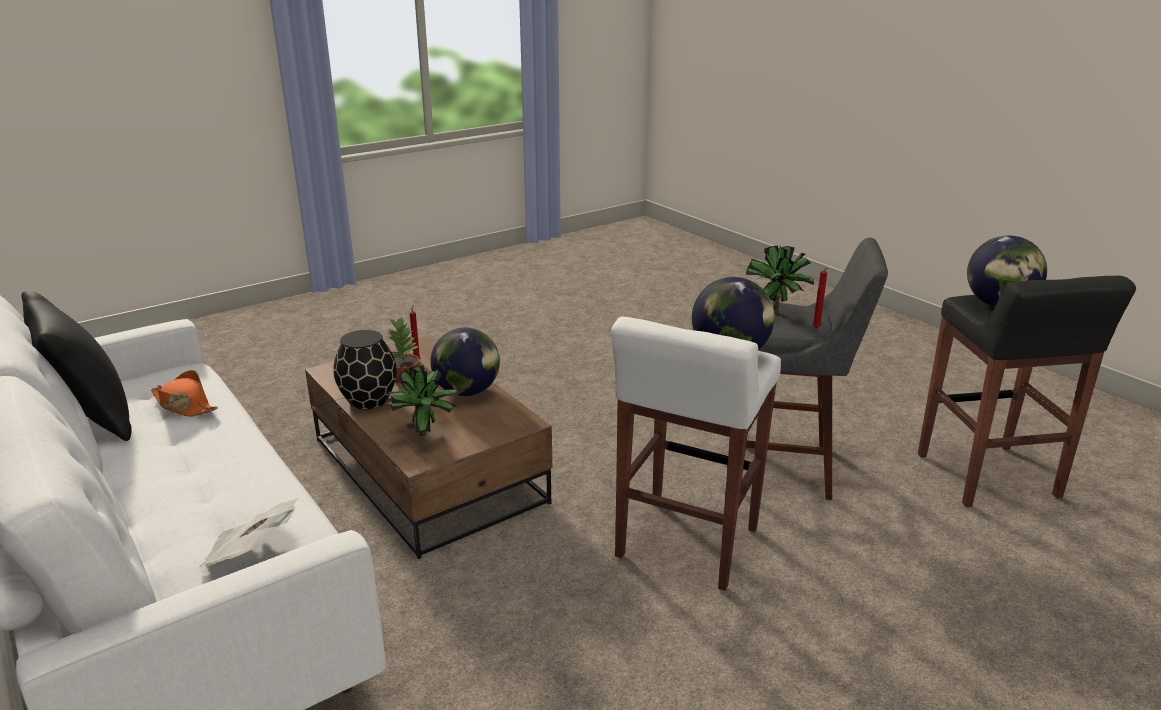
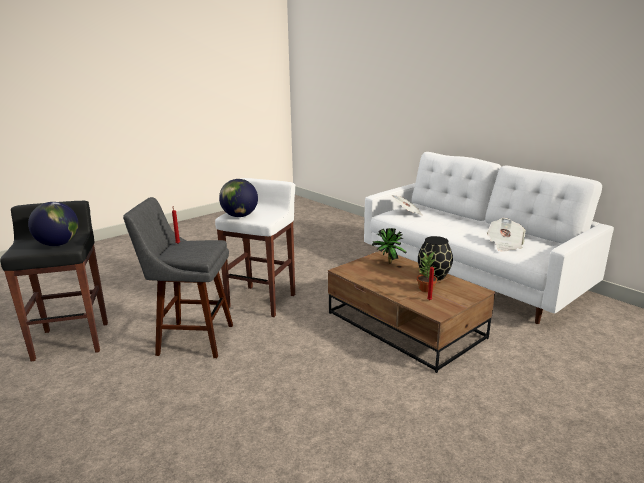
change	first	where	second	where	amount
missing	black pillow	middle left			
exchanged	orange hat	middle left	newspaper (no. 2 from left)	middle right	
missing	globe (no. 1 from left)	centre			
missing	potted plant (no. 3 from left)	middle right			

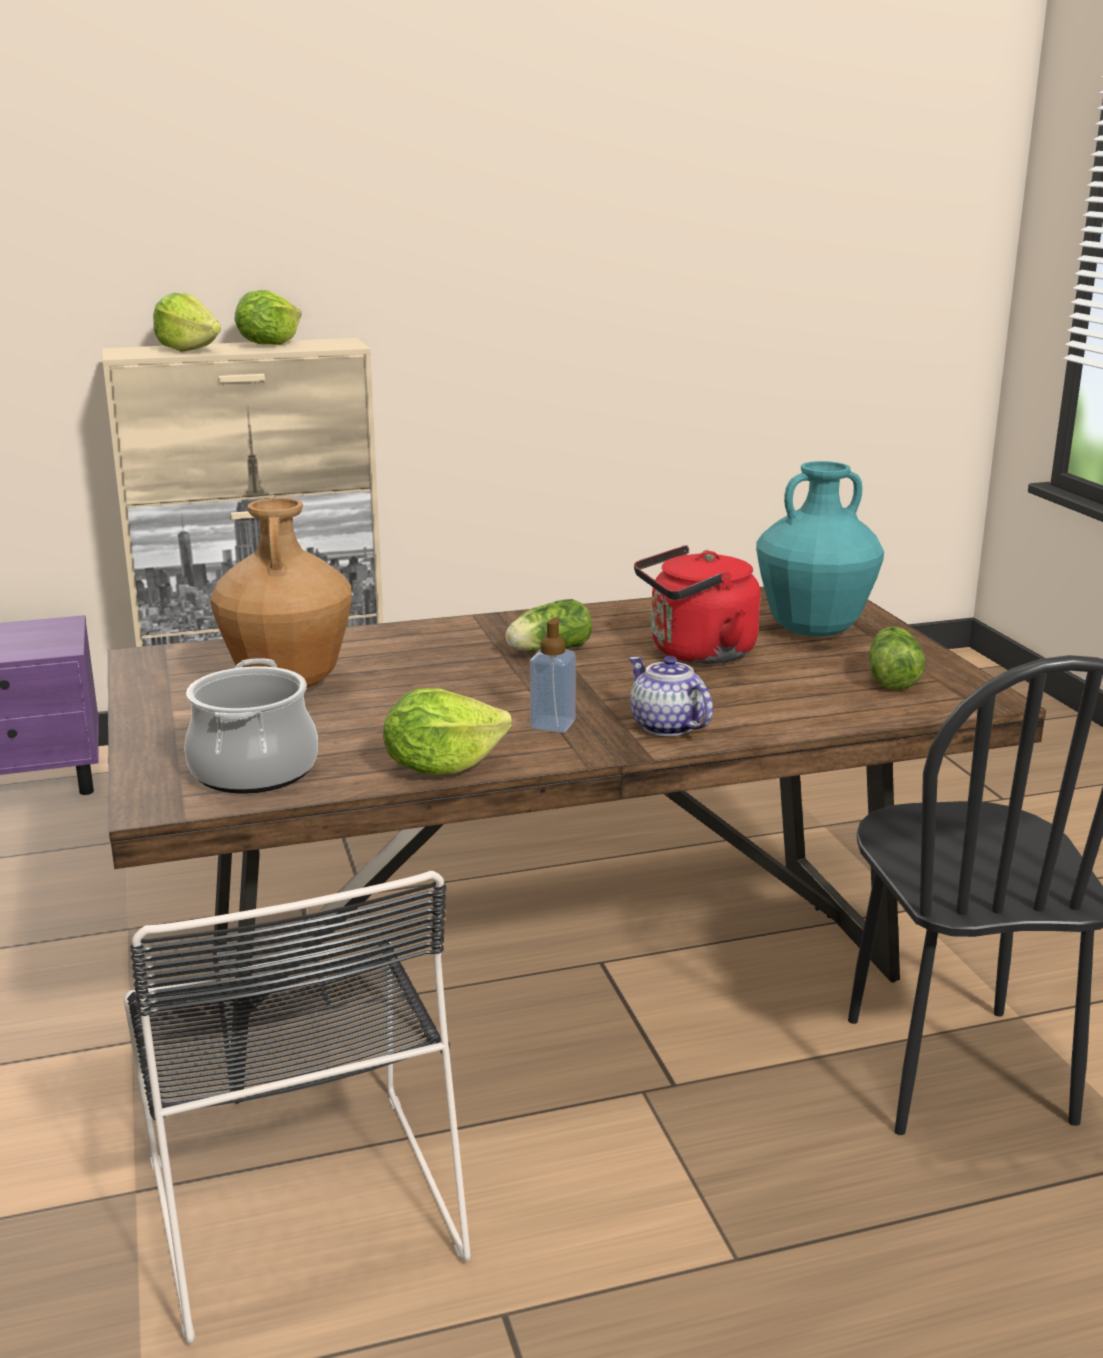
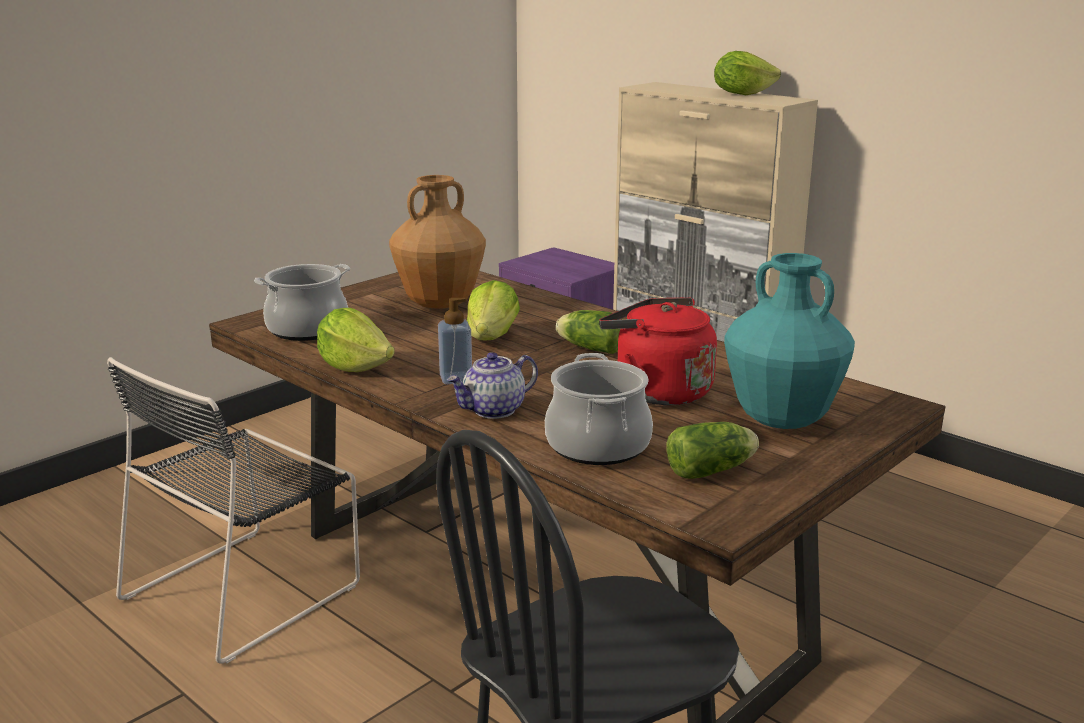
change	first	where	second	where	amount
relocated	lettuce (no. 1 from left in the first image)	top left	lettuce (no. 2 from left)	centre	
spun	teapot	centre		centre	150 degrees counterclockwise
appeared			cooking pot (no. 2 from left)	centre	

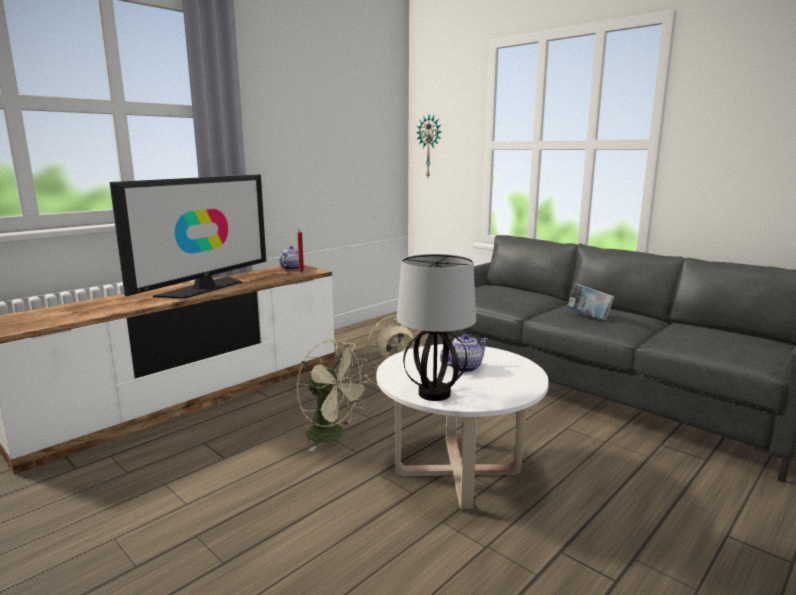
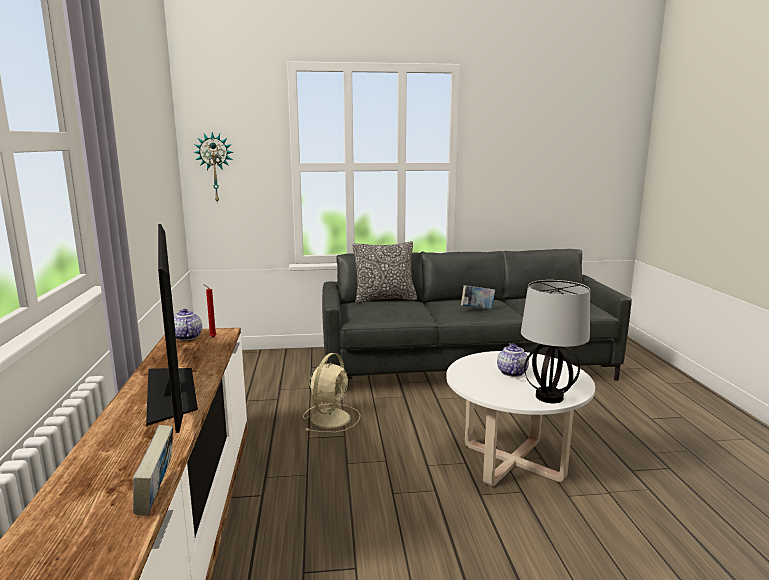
change	first	where	second	where	amount
missing	beige fan (no. 1 from left)	centre			
appeared			book (no. 1 from left)	bottom left	
appeared			pillow	centre	

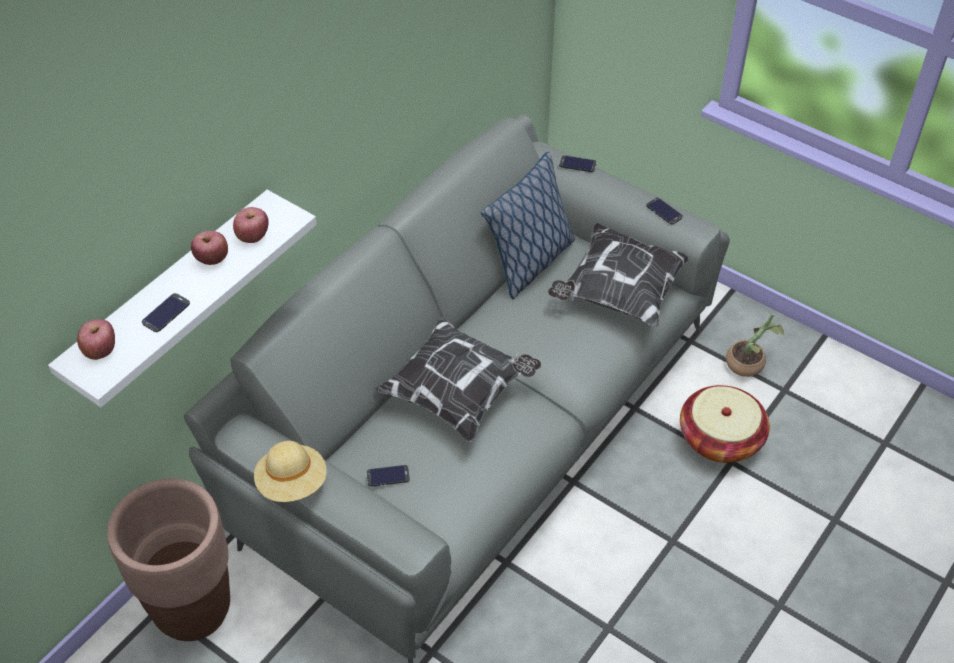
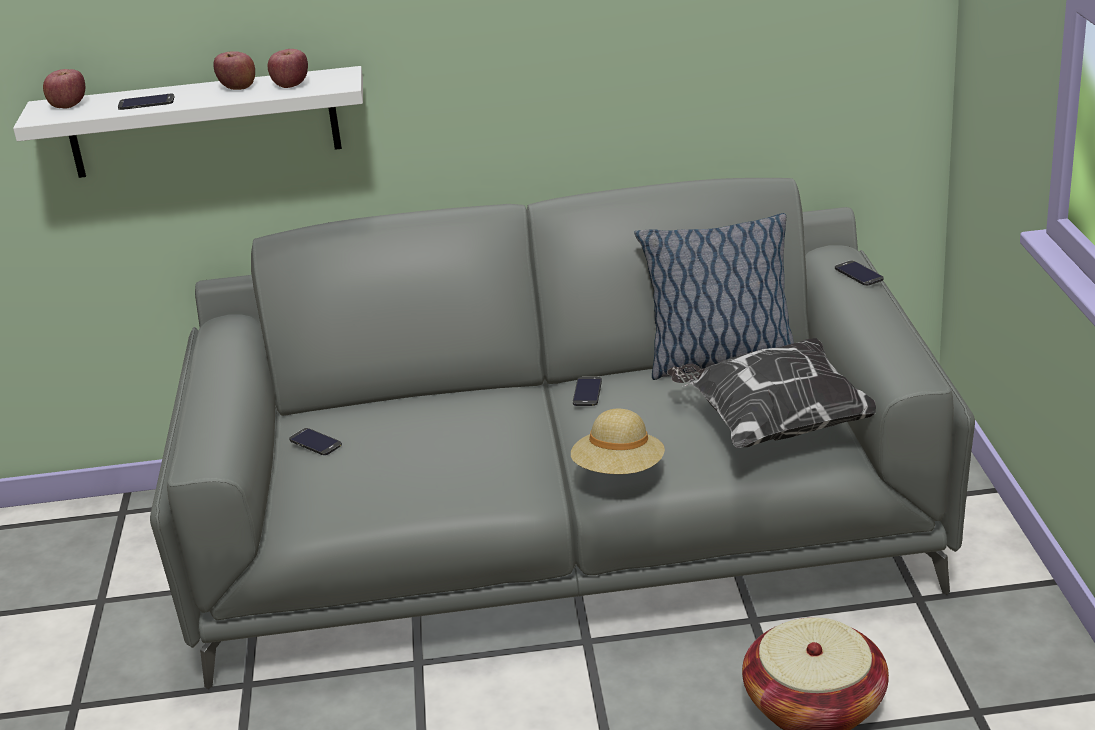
change	first	where	second	where	amount
missing	brown planter	bottom left			
relocated	beige hat	bottom left		centre	
missing	pillow (no. 1 from left)	centre			
relocated	phone (no. 4 from left in the first image)	top right	phone (no. 3 from left)	centre	
missing	potted plant	middle right			

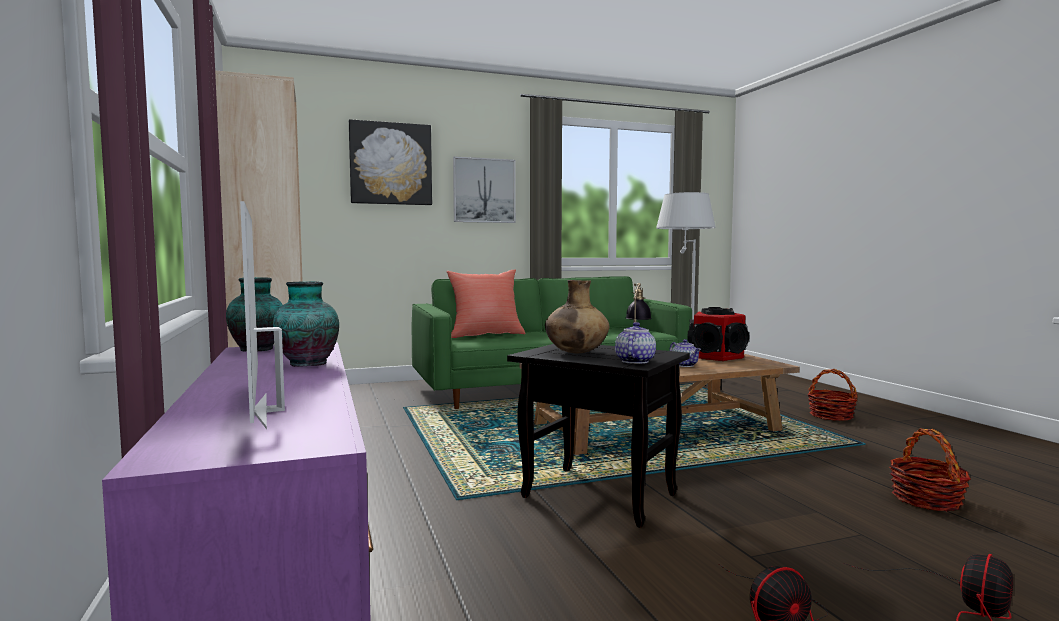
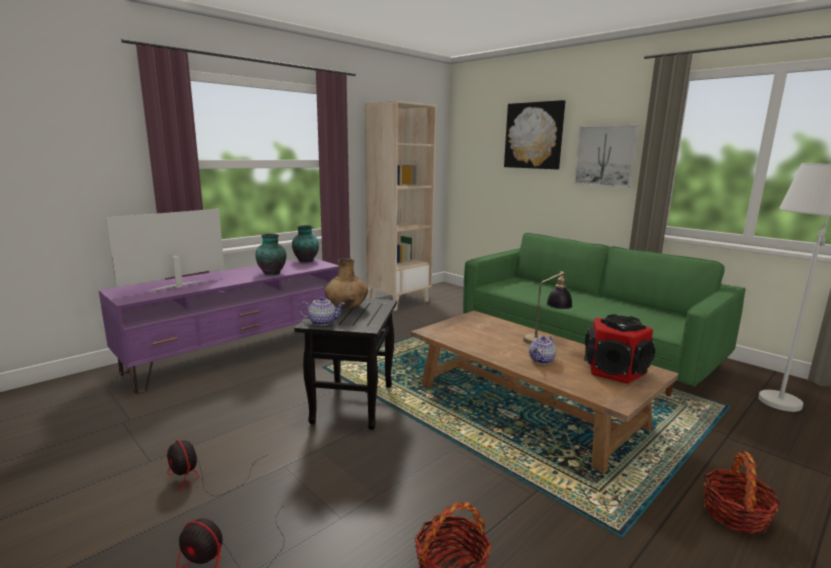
change	first	where	second	where	amount
missing	red pillow	centre			

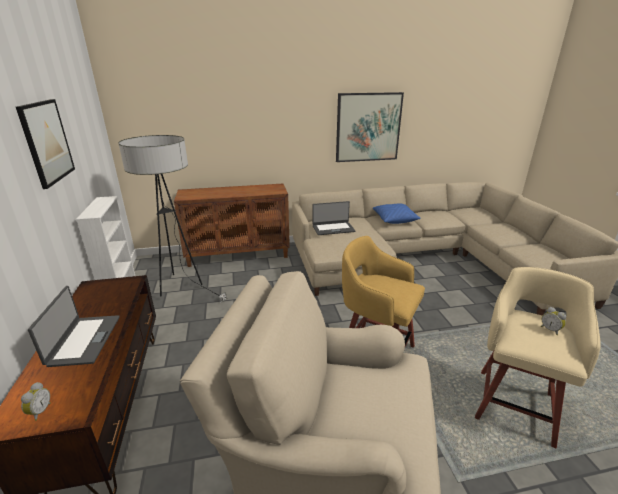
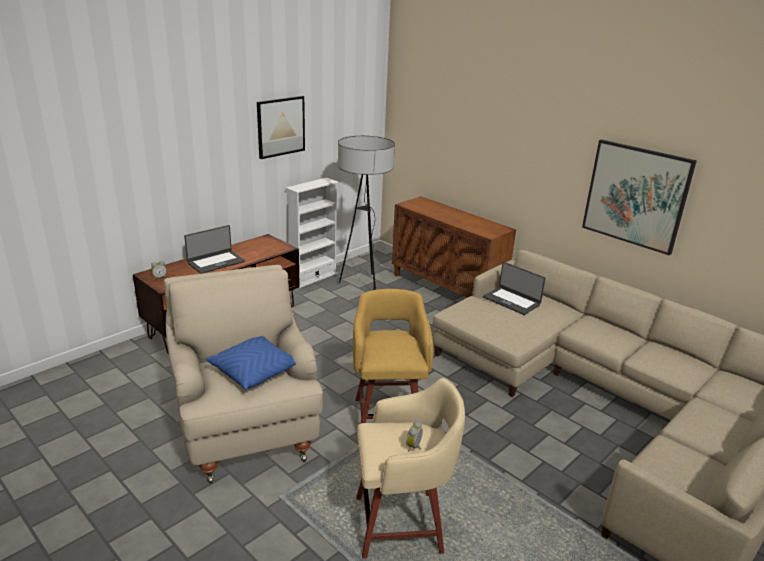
change	first	where	second	where	amount
relocated	blue pillow	centre		middle left	

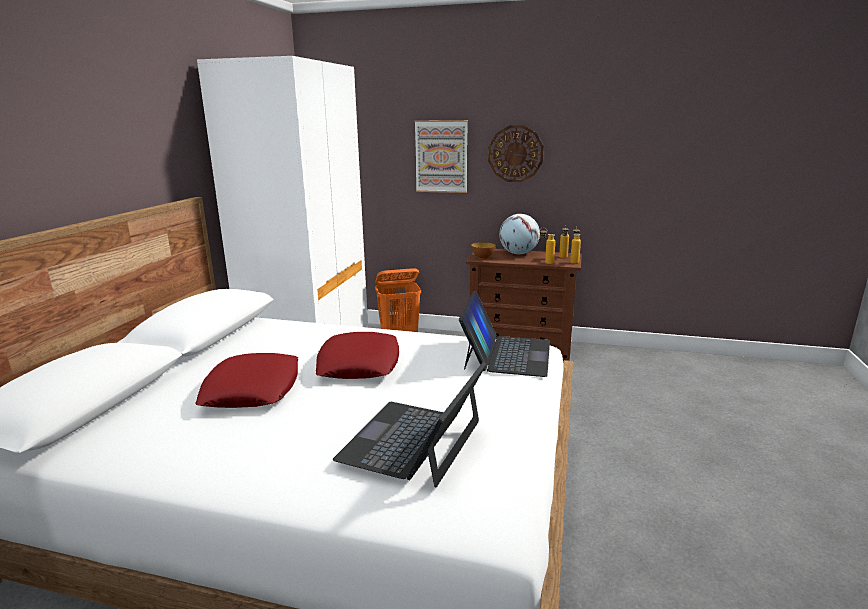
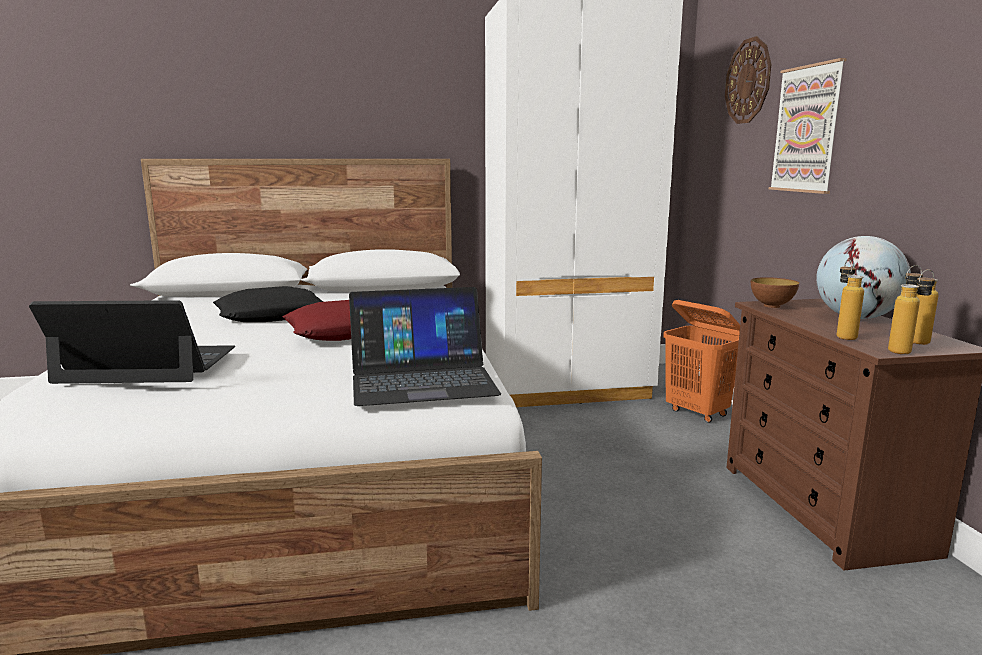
change	first	where	second	where	amount
colour	red pillow (no. 1 from left)	middle left	black pillow	middle left	
relocated	wall clock	top centre		top right	

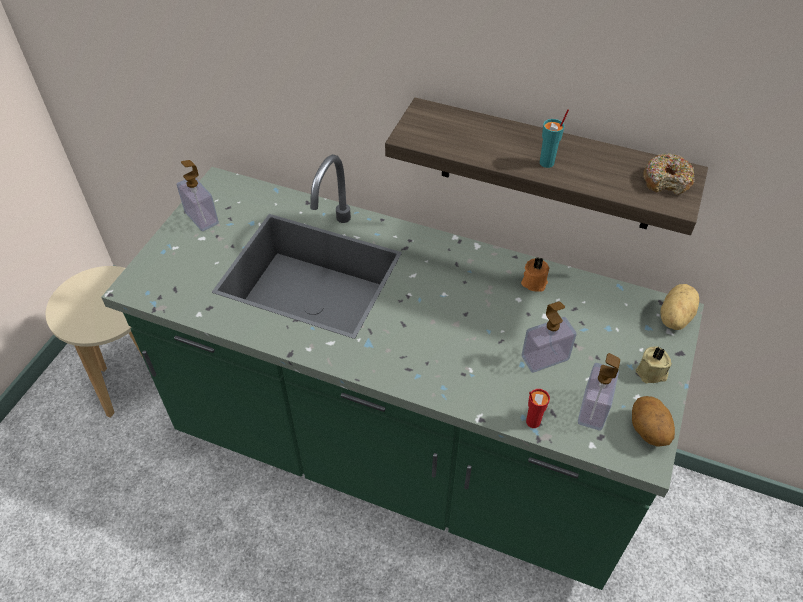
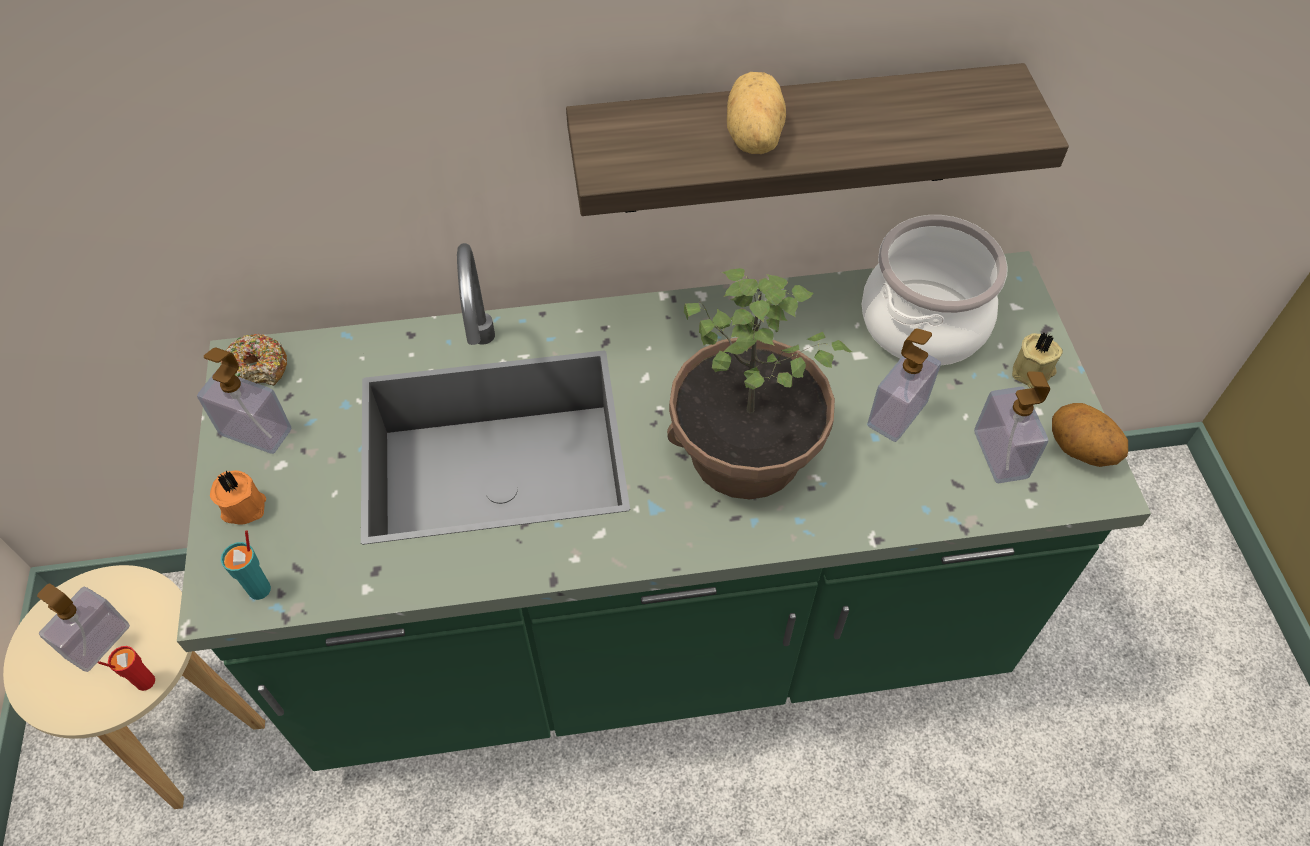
change	first	where	second	where	amount
relocated	orange candle	centre		middle left	
relocated	red cup	bottom right		bottom left	
relocated	turquoise cup	top right		bottom left	
relocated	donut	top right		middle left	
relocated	potato (no. 2 from left in the first image)	middle right	potato (no. 1 from left)	top centre	
appeared			soap dispenser (no. 1 from left)	bottom left	
appeared			potted plant	centre	
appeared			cooking pot	middle right	

